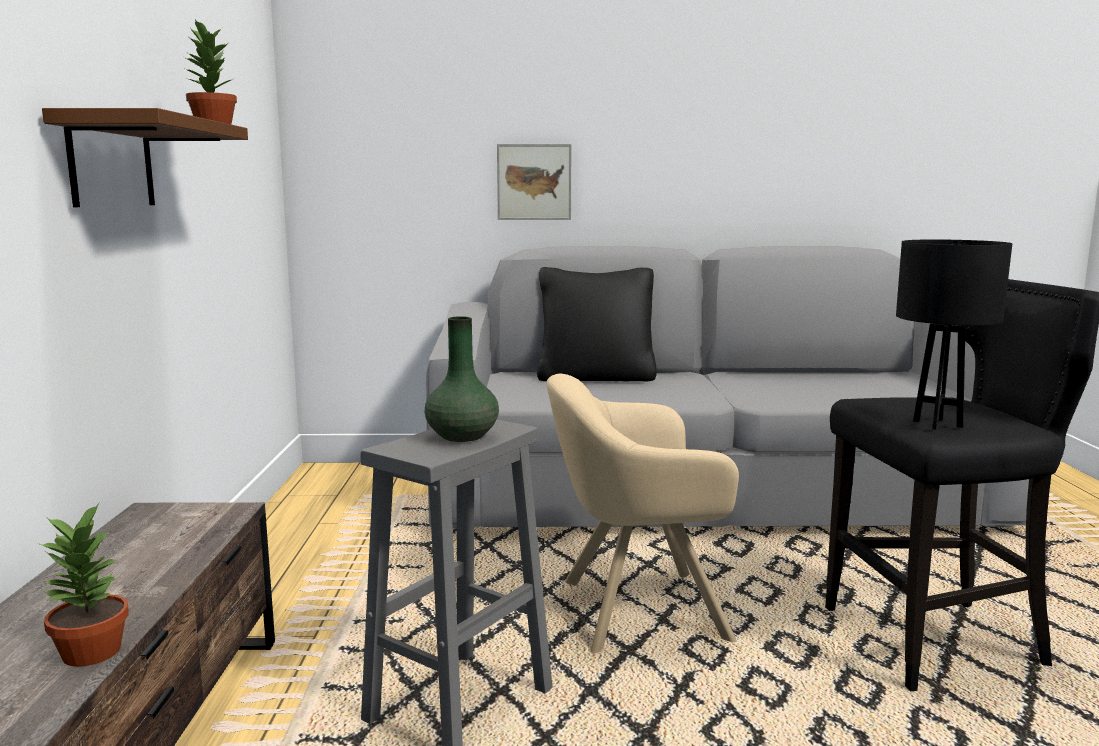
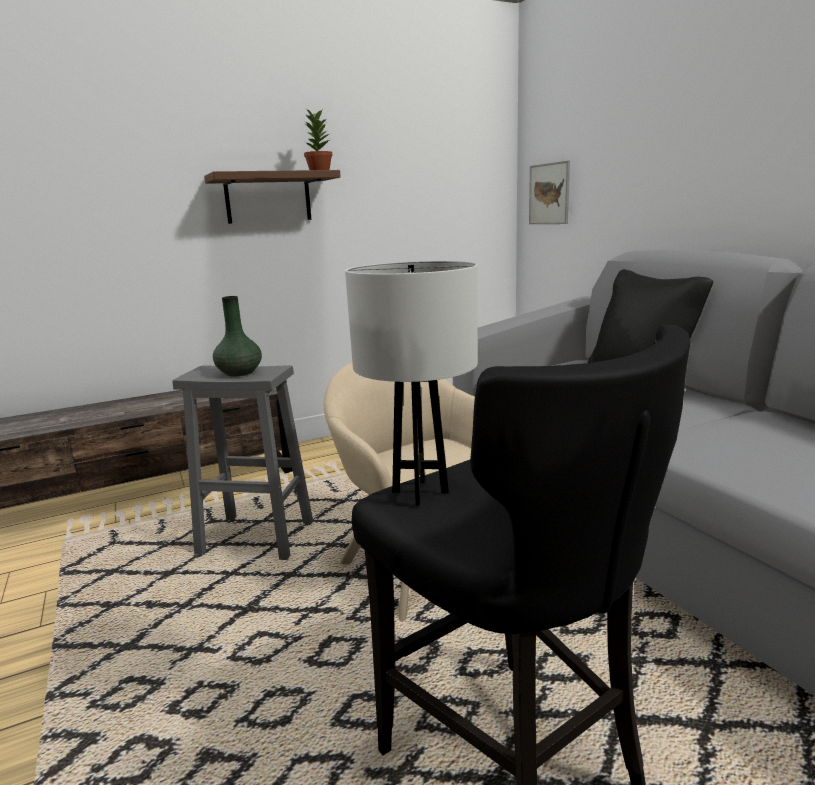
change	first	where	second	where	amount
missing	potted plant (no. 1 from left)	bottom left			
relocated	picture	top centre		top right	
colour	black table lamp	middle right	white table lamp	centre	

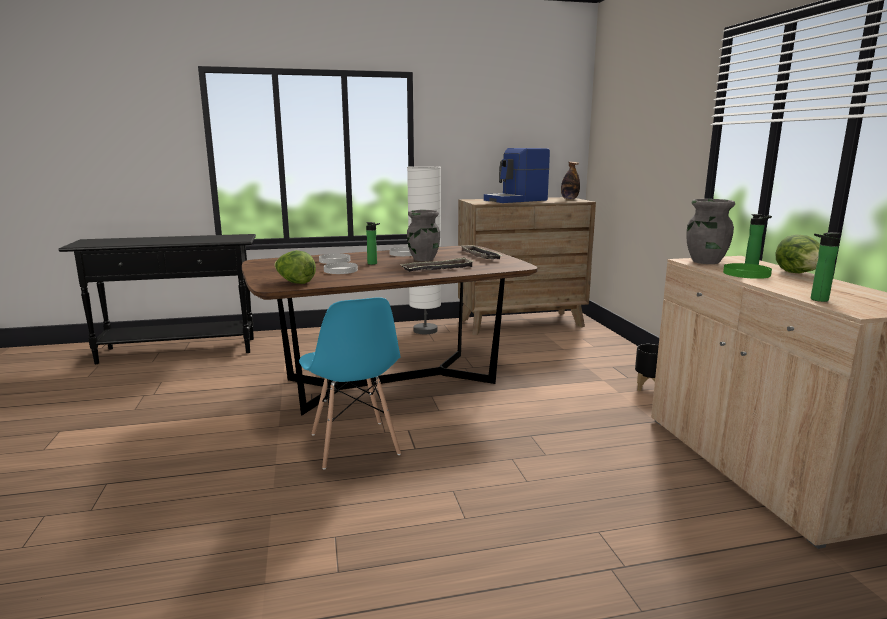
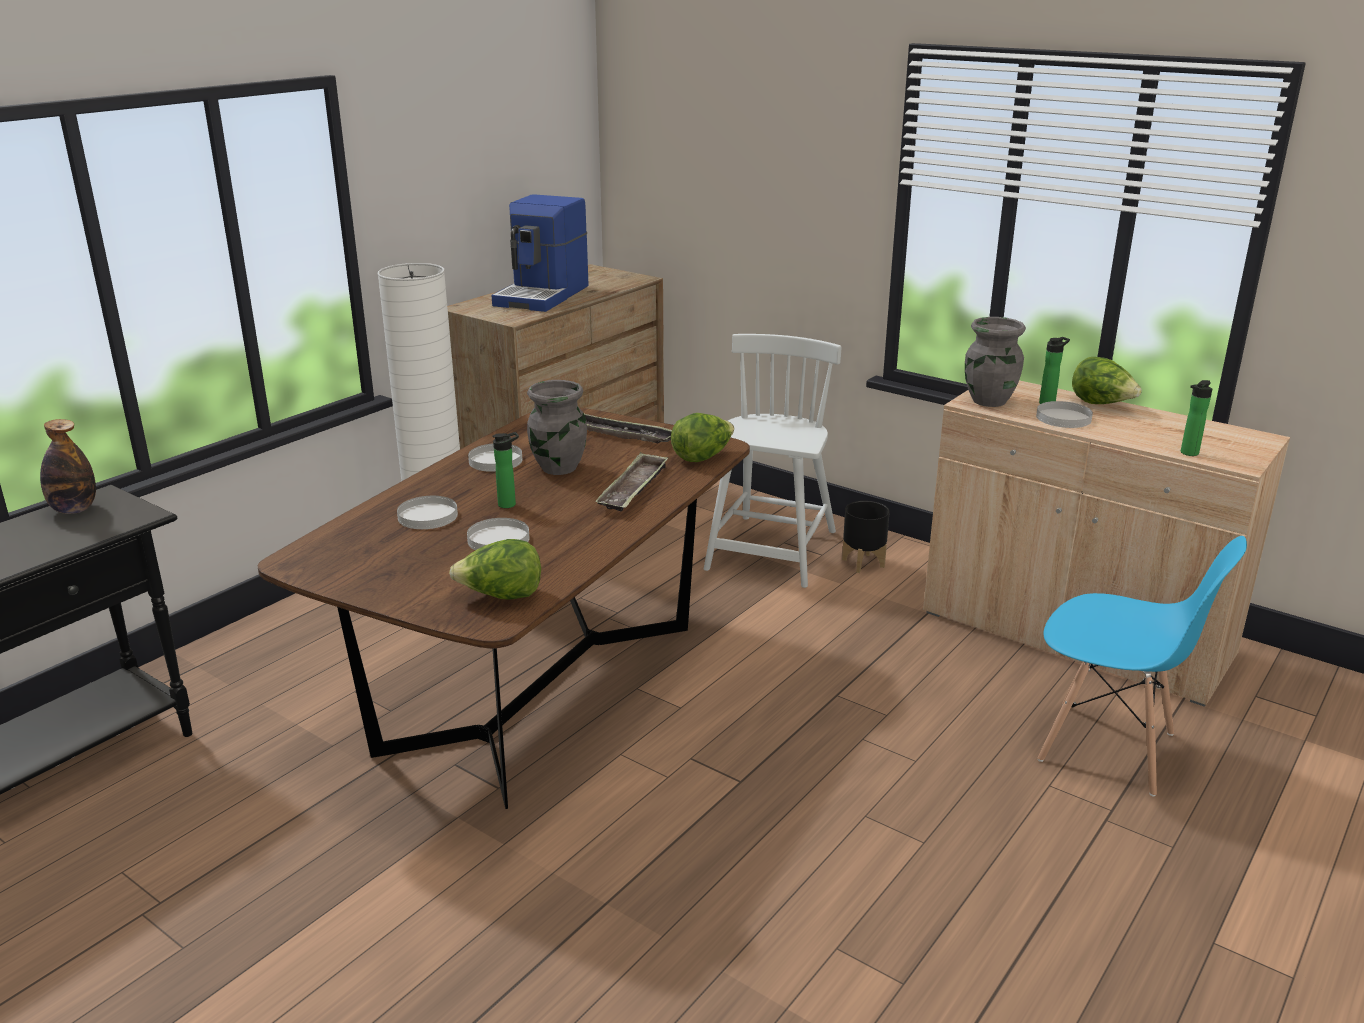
change	first	where	second	where	amount
relocated	blue chair	centre		middle right	
relocated	bottle (no. 2 from left in the first image)	top centre	bottle (no. 1 from left)	middle left	
colour	green plate	middle right	white plate (no. 4 from left)	middle right	
appeared			lettuce (no. 2 from left)	centre	
appeared			white chair	centre	

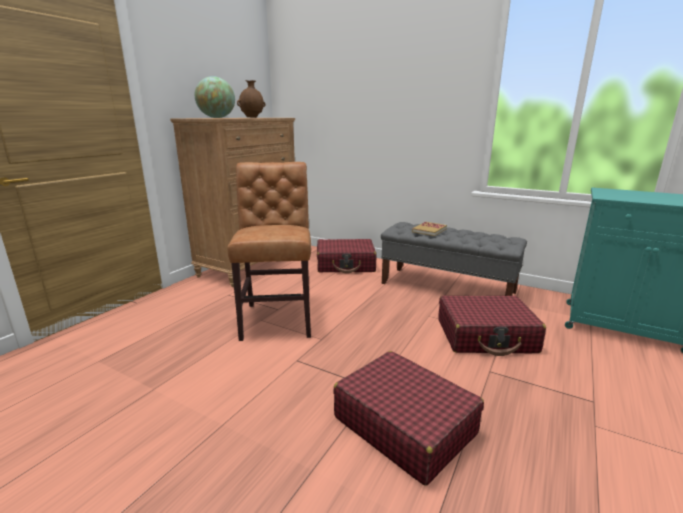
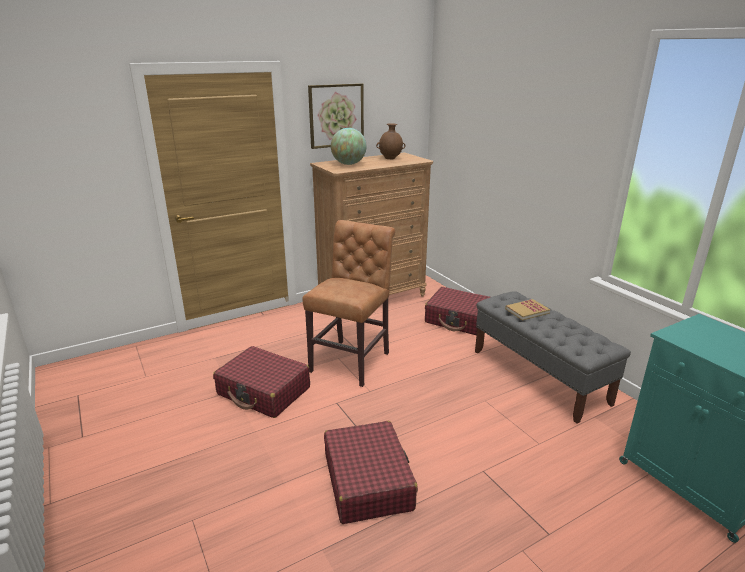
change	first	where	second	where	amount
relocated	red suitcase (no. 3 from left in the first image)	middle right	red suitcase (no. 1 from left)	bottom centre	
appeared			picture	top centre	

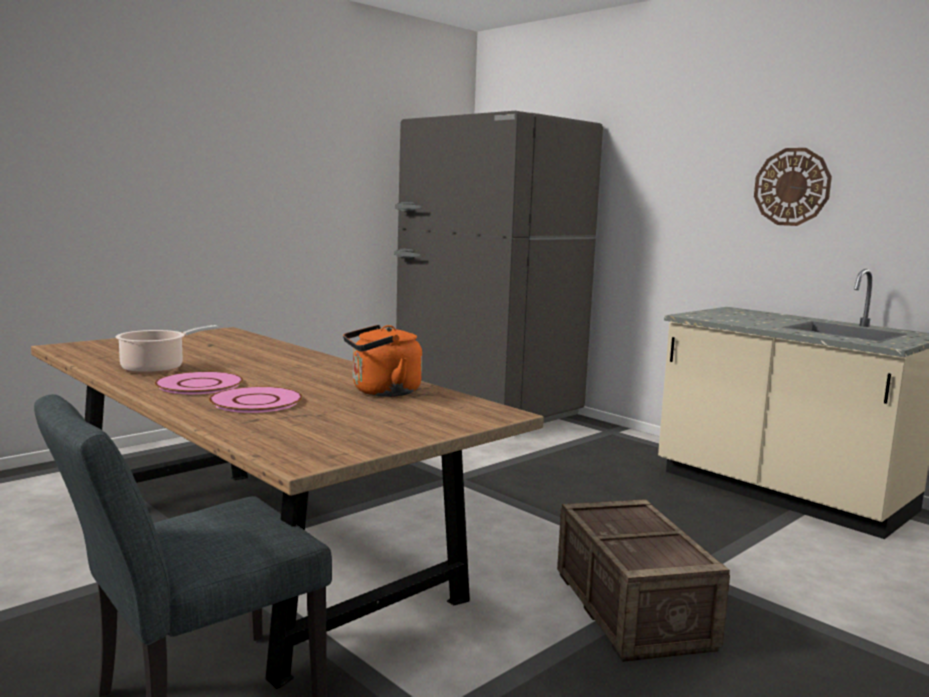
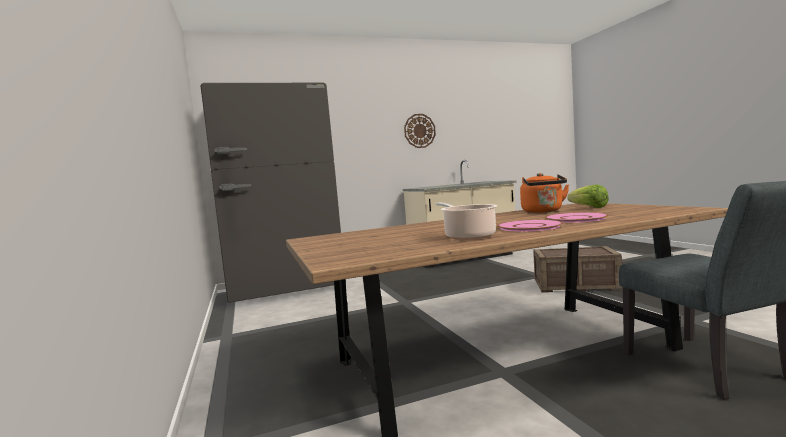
change	first	where	second	where	amount
appeared			lettuce	middle right	

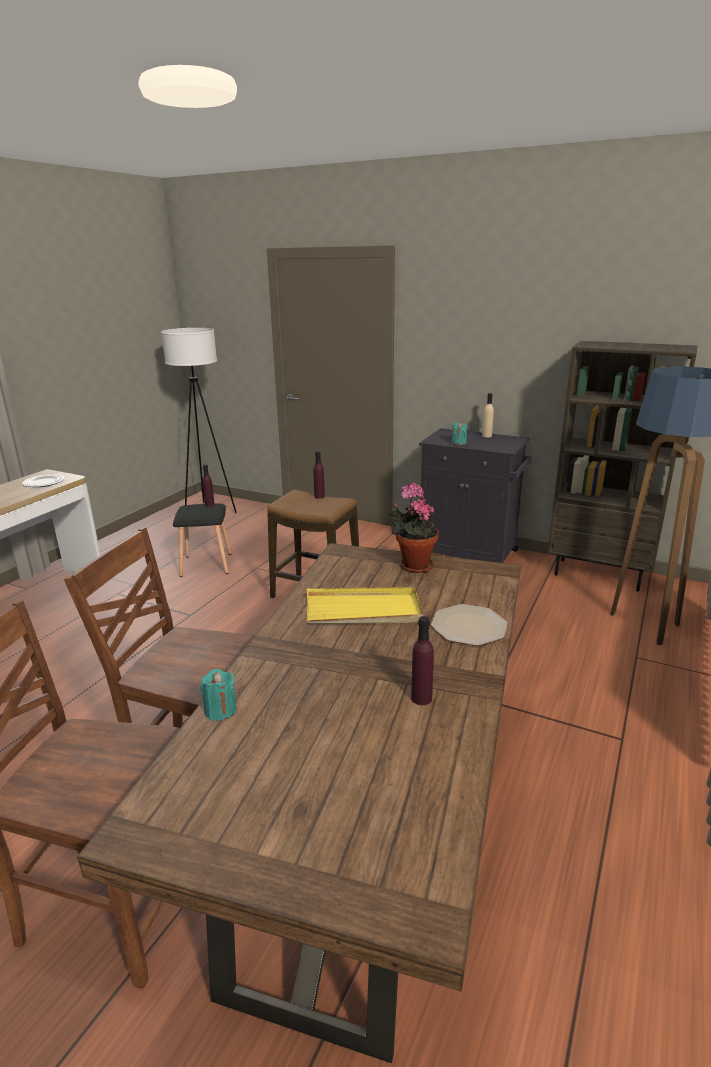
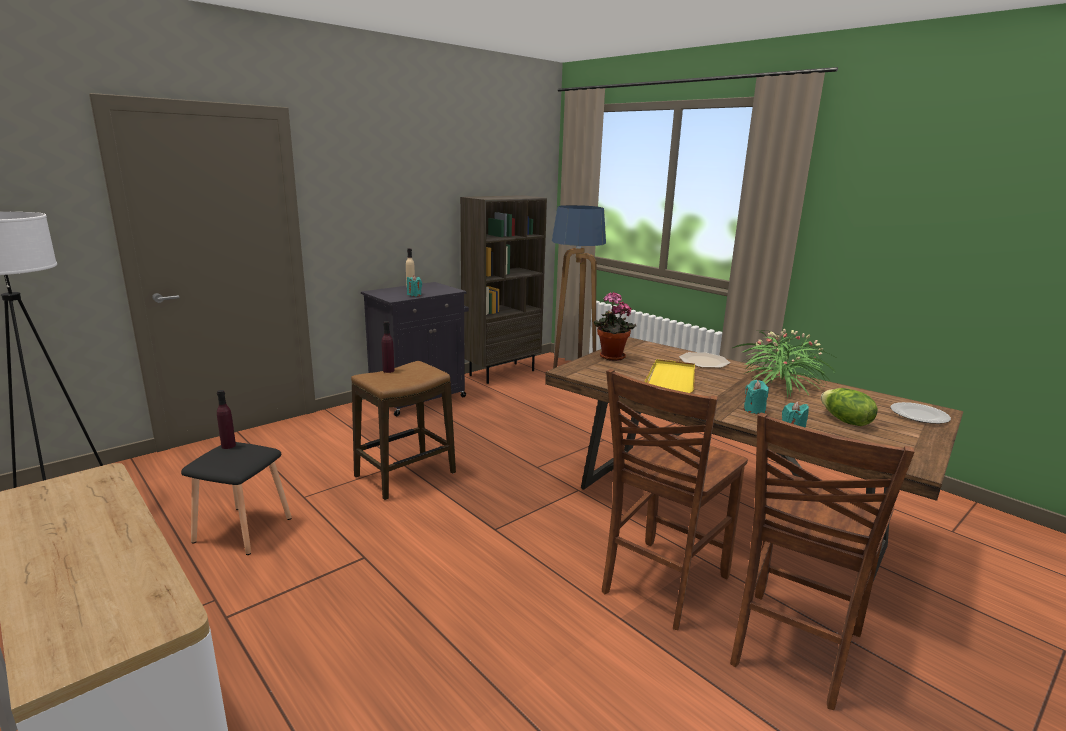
change	first	where	second	where	amount
relocated	plate (no. 1 from left in the first image)	middle left	plate (no. 2 from left)	middle right	
exchanged	purple bottle (no. 3 from left)	centre	potted plant (no. 2 from left)	middle right	
appeared			turquoise candle (no. 2 from left)	middle right	
appeared			lettuce	middle right	

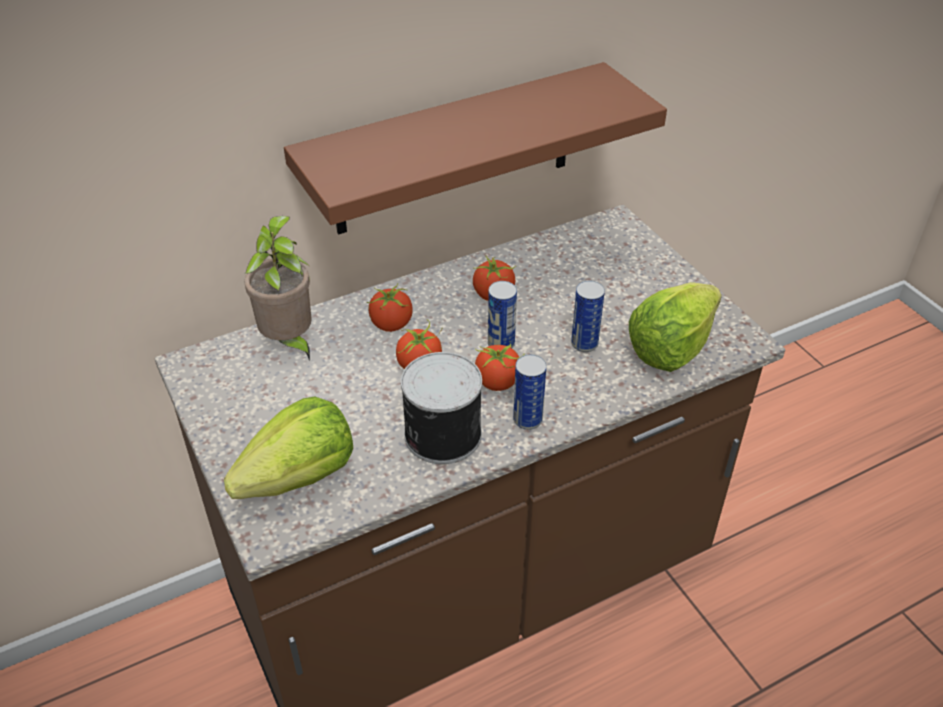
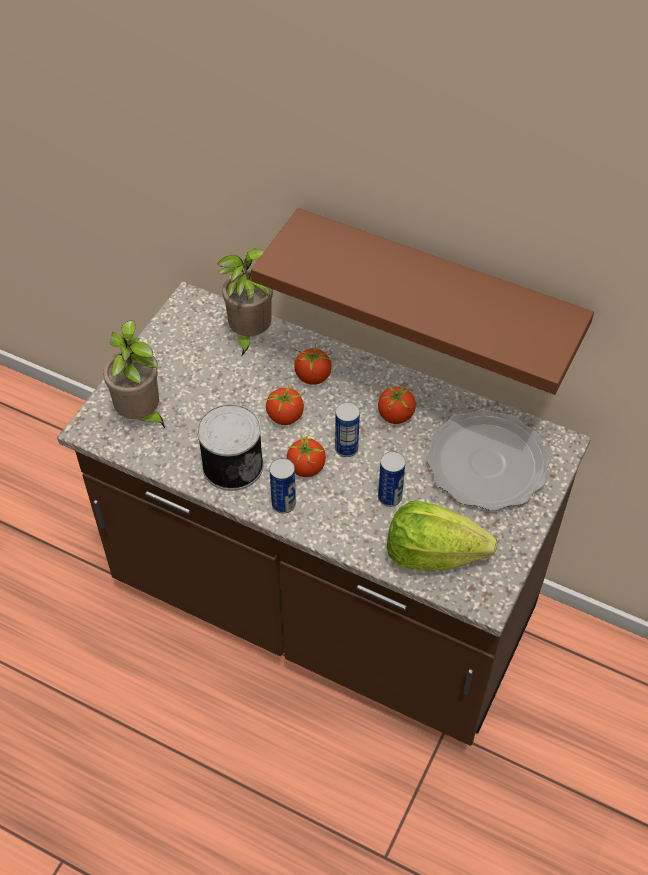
change	first	where	second	where	amount
exchanged	lettuce (no. 1 from left)	middle left	potted plant (no. 1 from left)	middle left	
appeared			plate	middle right	

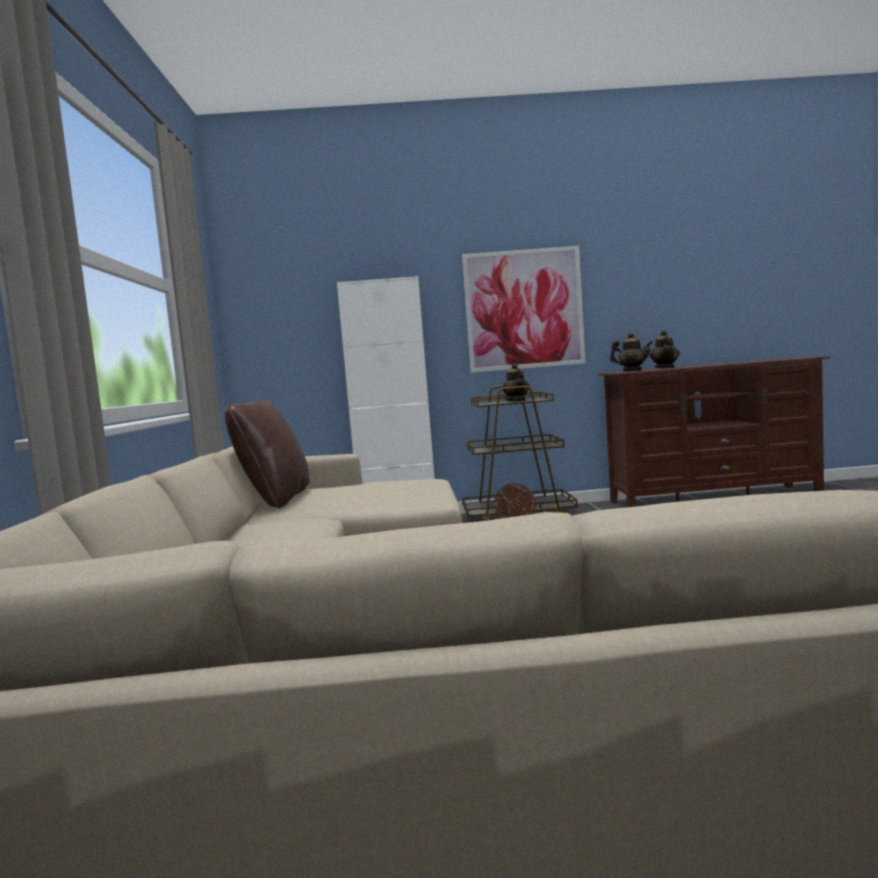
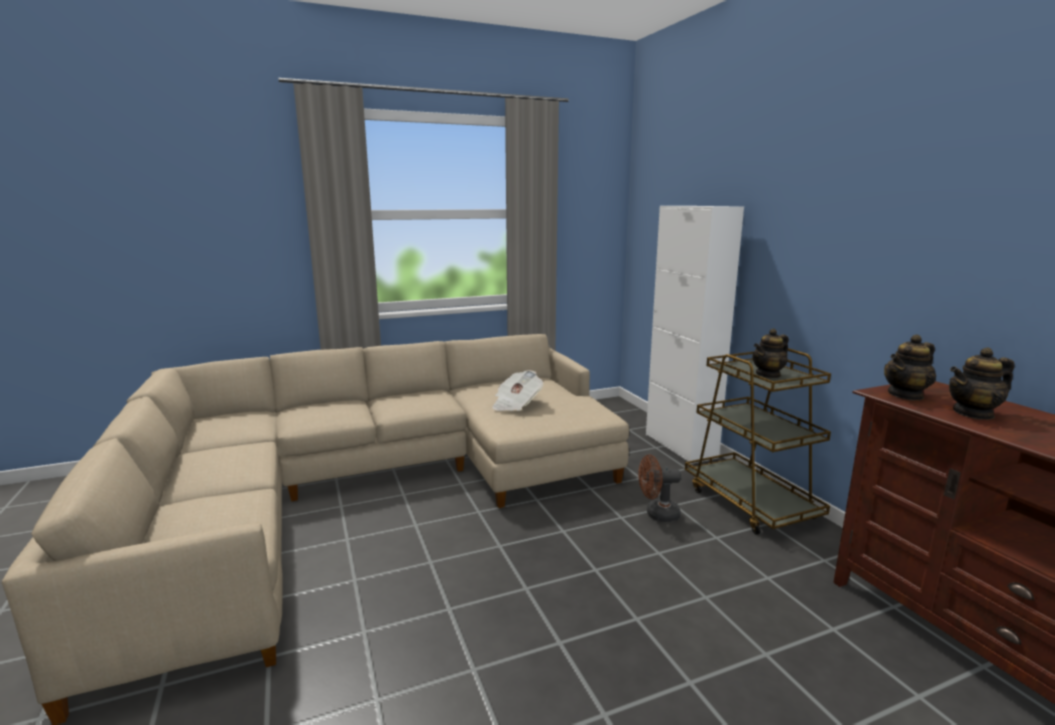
change	first	where	second	where	amount
missing	brown pillow	middle left			
missing	picture	centre			
spun	teapot (no. 2 from left)	middle right		middle right	60 degrees clockwise
appeared			newspaper	centre	

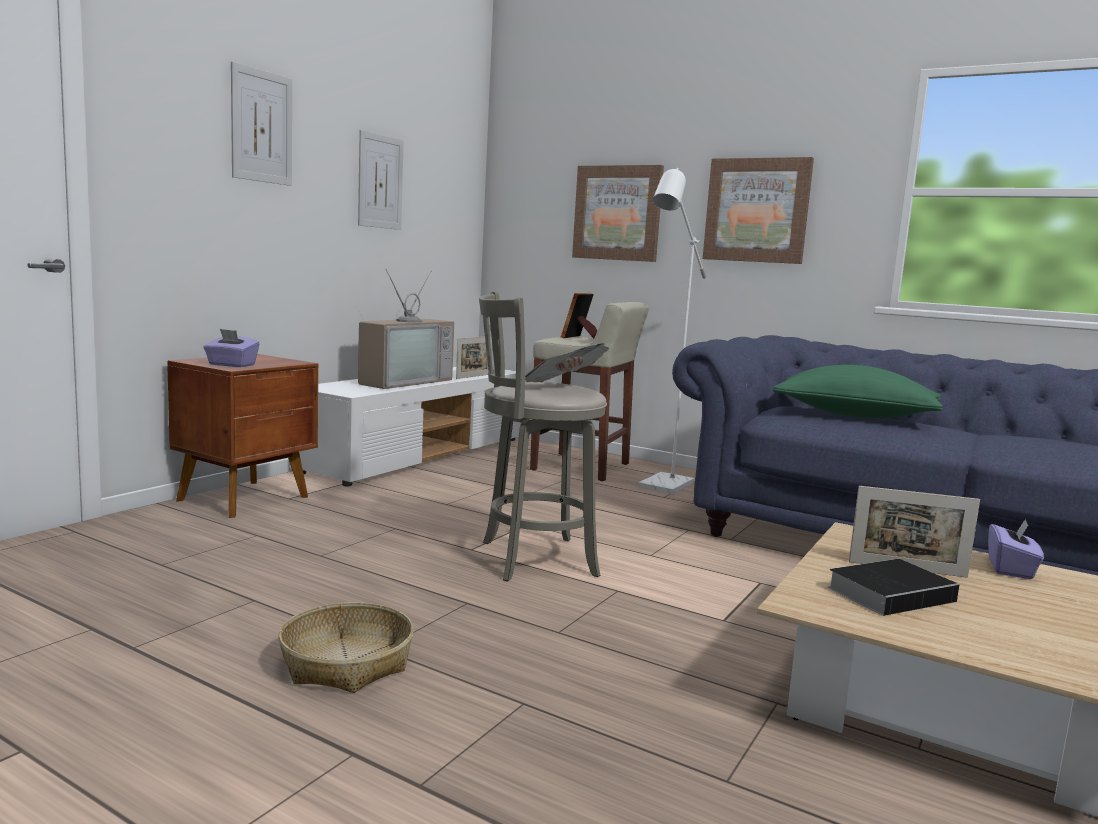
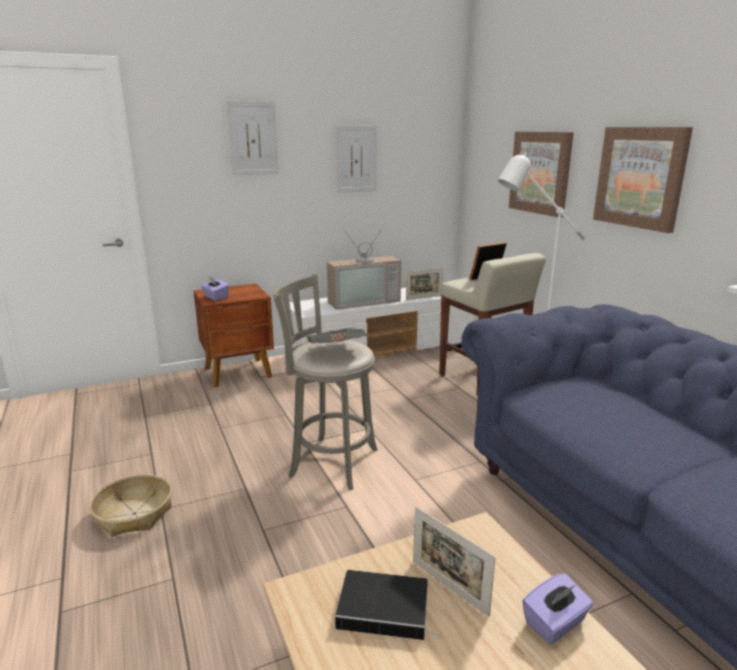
change	first	where	second	where	amount
missing	green pillow	middle right			

